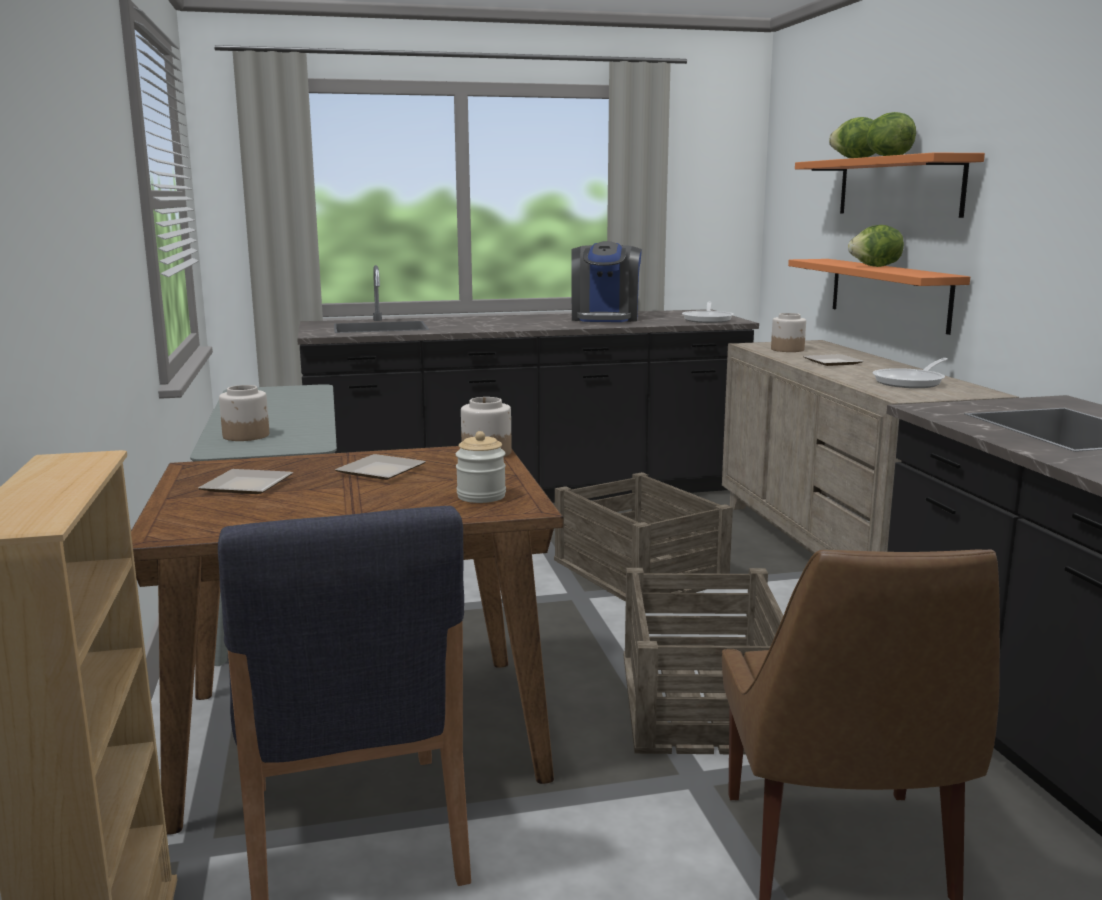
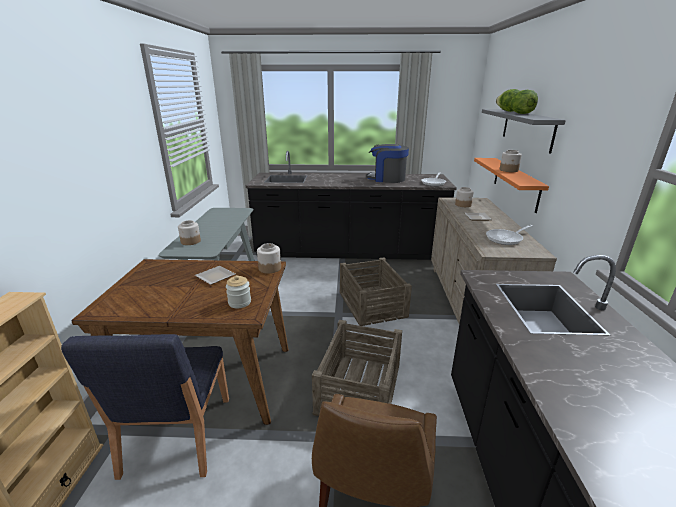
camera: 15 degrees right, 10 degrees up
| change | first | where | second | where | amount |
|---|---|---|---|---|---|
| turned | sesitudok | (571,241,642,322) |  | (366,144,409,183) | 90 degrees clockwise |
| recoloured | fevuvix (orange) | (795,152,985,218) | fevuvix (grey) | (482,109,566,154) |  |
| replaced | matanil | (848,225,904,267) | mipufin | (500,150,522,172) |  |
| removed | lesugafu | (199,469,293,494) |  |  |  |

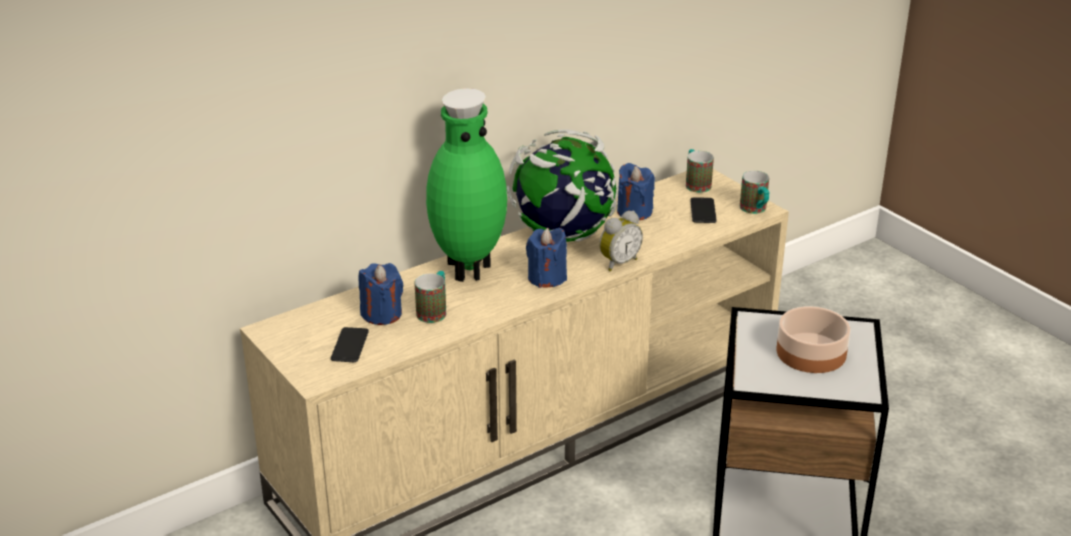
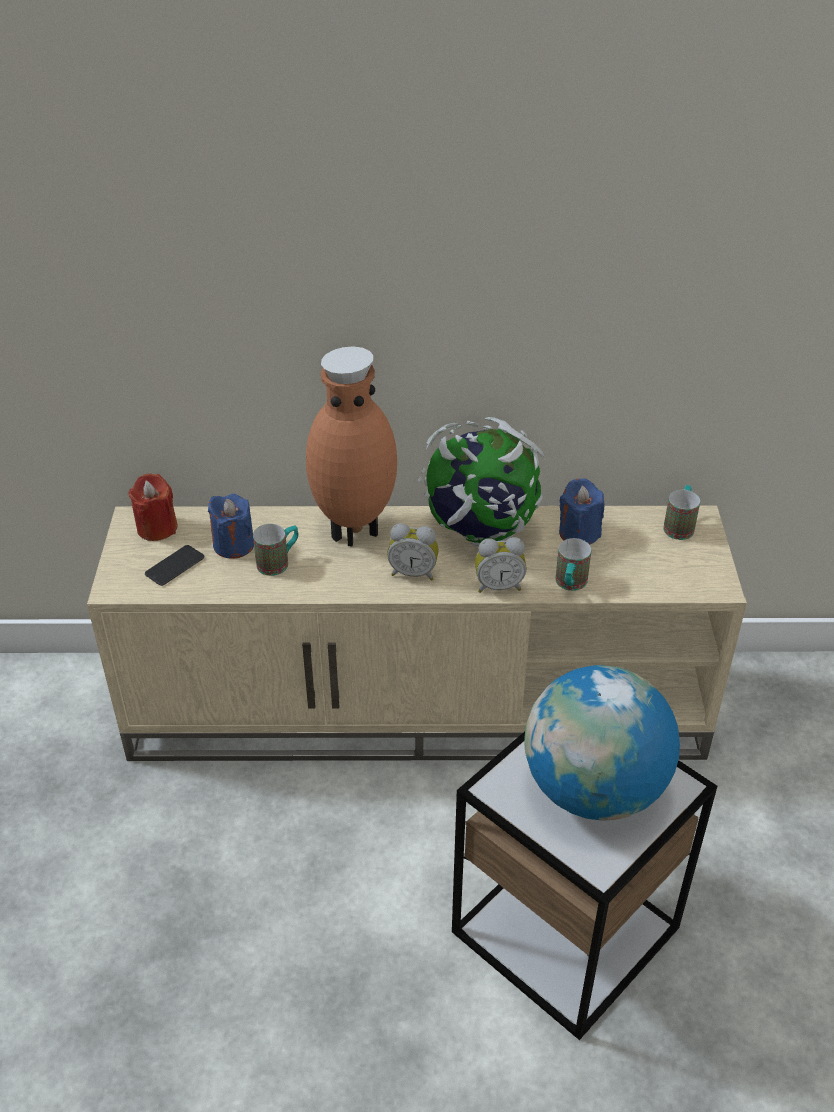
camera: 35 degrees right, 10 degrees up
| change | first | where | second | where | amount |
|---|---|---|---|---|---|
| added |  |  | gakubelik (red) | (129,473,177,541) |  |
| recoloured | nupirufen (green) | (426,88,507,282) | nupirufen (brown) | (306,346,397,547) |  |
| replaced | gakubelik (blue) | (526,228,567,288) | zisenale | (387,523,439,581) |  |
| replaced | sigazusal | (776,306,850,373) | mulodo | (524,665,680,821) |  |
| moved | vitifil | (740,171,770,214) |  | (555,538,591,591) |  |
| removed | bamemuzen | (690,197,716,223) |  |  |  |

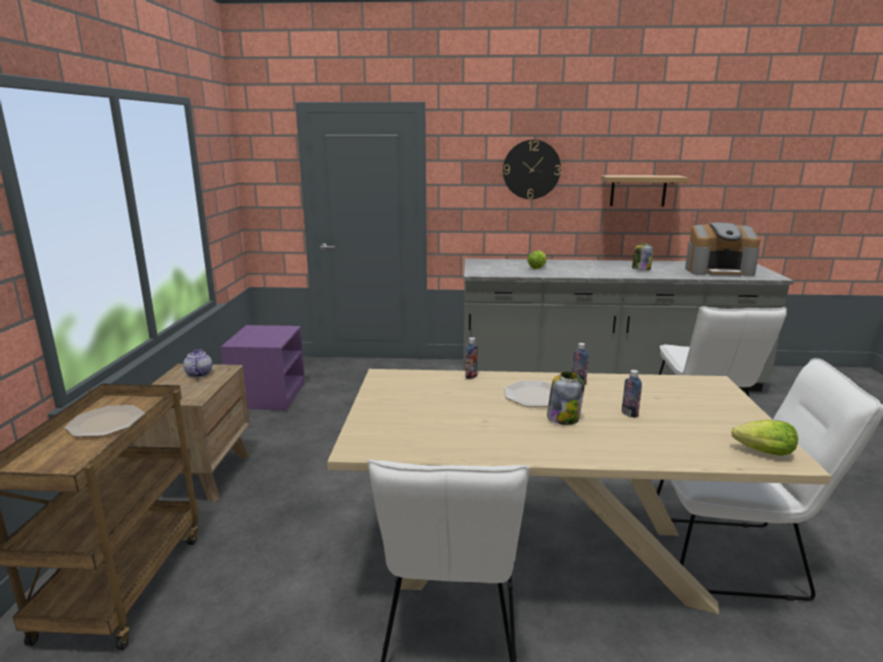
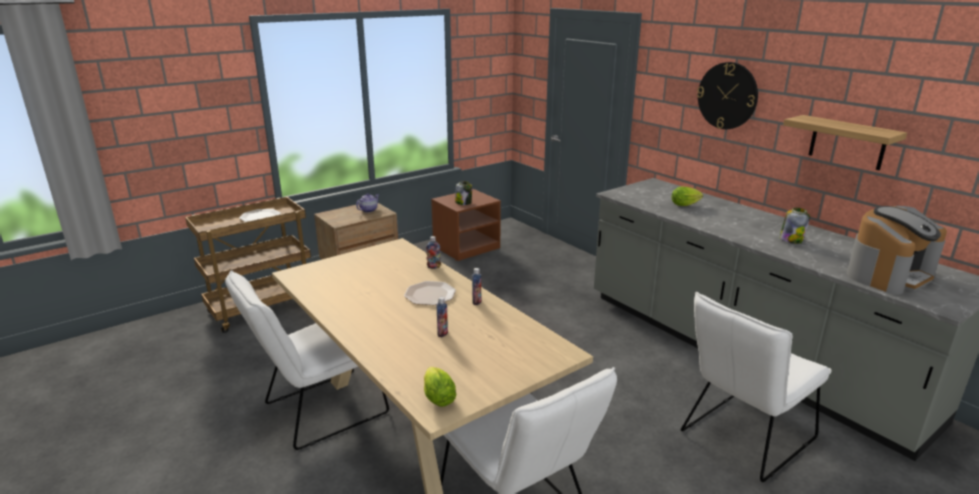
camera: 50 degrees right, 5 degrees up
| change | first | where | second | where | amount |
|---|---|---|---|---|---|
| recoloured | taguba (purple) | (221,325,305,411) | taguba (brown) | (431,189,501,261) |  |
| moved | mipufin | (547,372,585,425) |  | (455,181,472,205) |  |
| turned | sesitudok | (685,223,760,277) |  | (846,206,947,294) | 90 degrees counterclockwise |

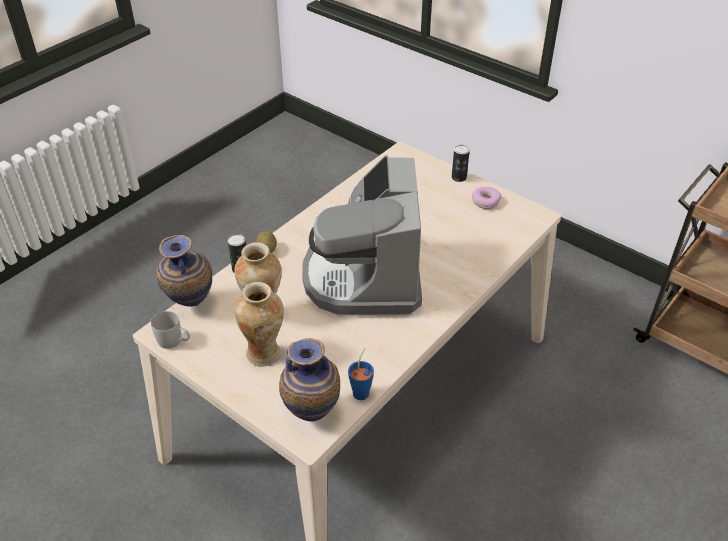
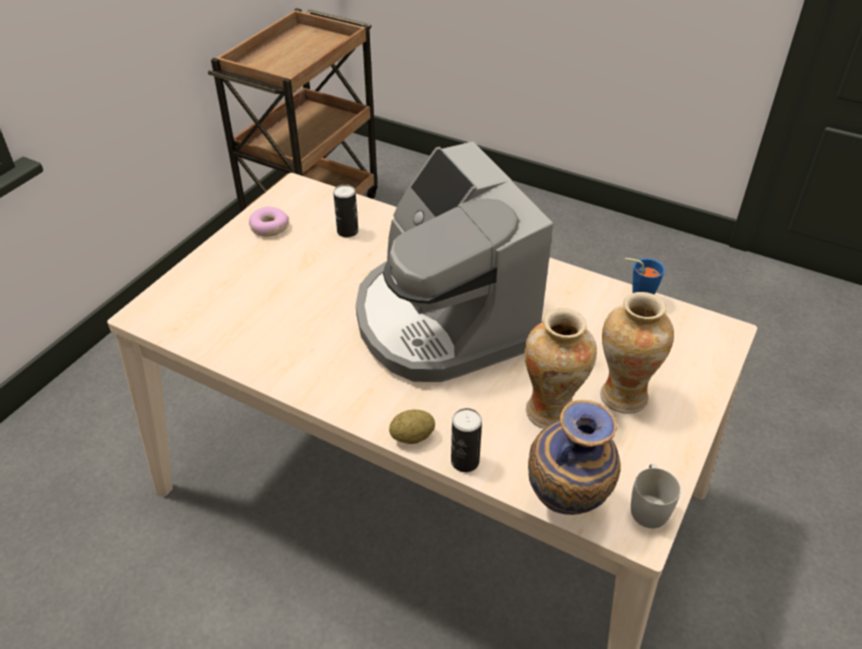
camera: 100 degrees left, 0 degrees up
| change | first | where | second | where | amount |
|---|---|---|---|---|---|
| moved | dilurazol | (452,145,470,182) |  | (333,184,358,237) |  |
| turned | sesitudok | (302,156,422,315) |  | (356,142,553,382) | 75 degrees clockwise |
| removed | nupirufen | (279,338,340,422) |  |  |  |

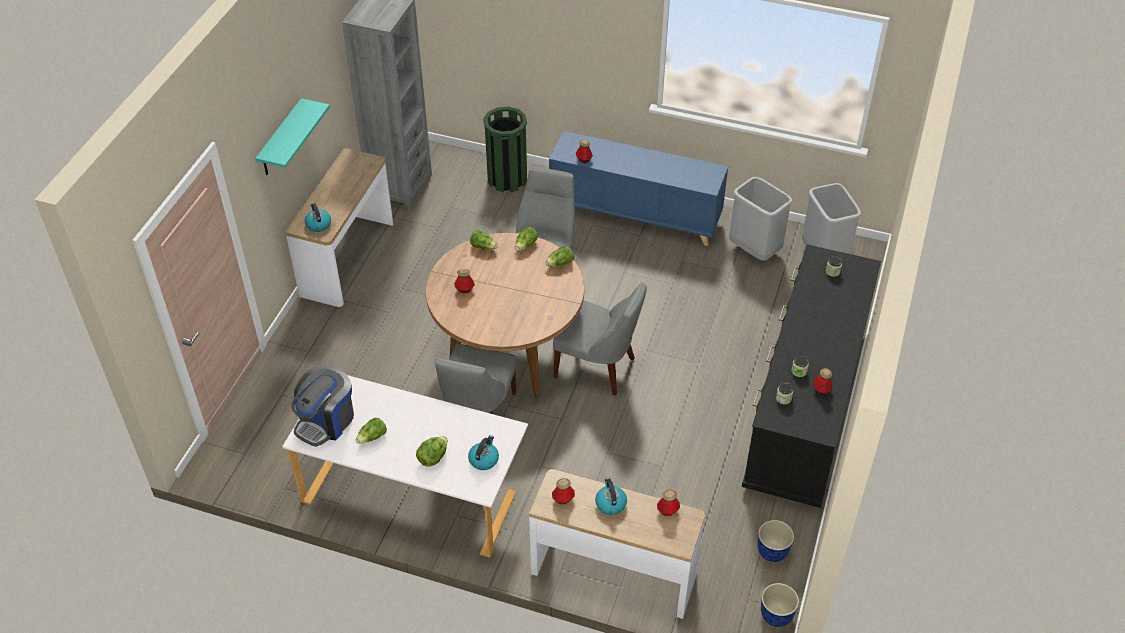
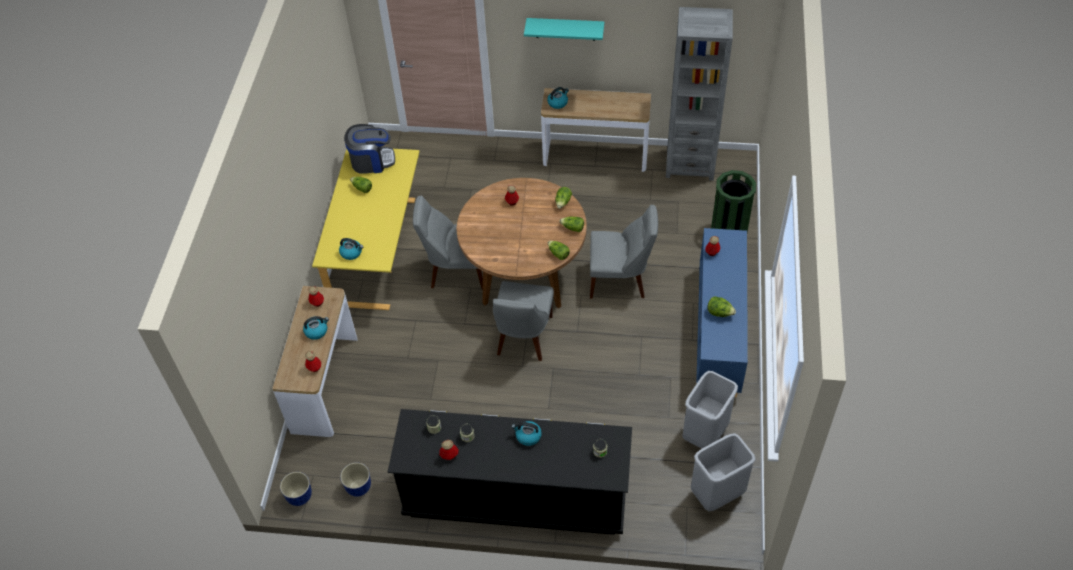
camera: 80 degrees right, 5 degrees up
| change | first | where | second | where | amount |
|---|---|---|---|---|---|
| recoloured | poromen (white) | (282,375,528,558) | poromen (yellow) | (312,149,420,310) |  |
| turned | sesitudok | (291,365,354,447) |  | (344,124,395,174) | 150 degrees clockwise |
| added |  |  | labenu | (512,421,542,446) |  |
| moved | matanil | (416,436,447,467) |  | (707,296,736,317) |  |

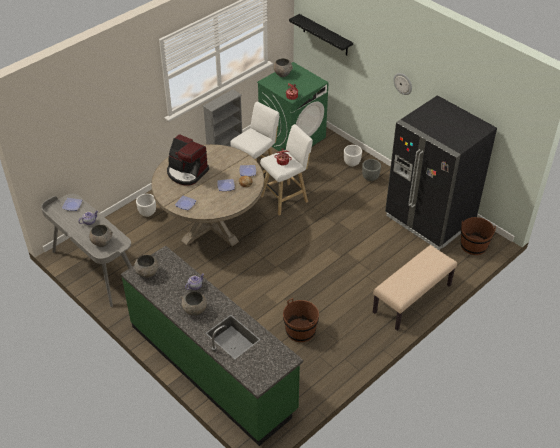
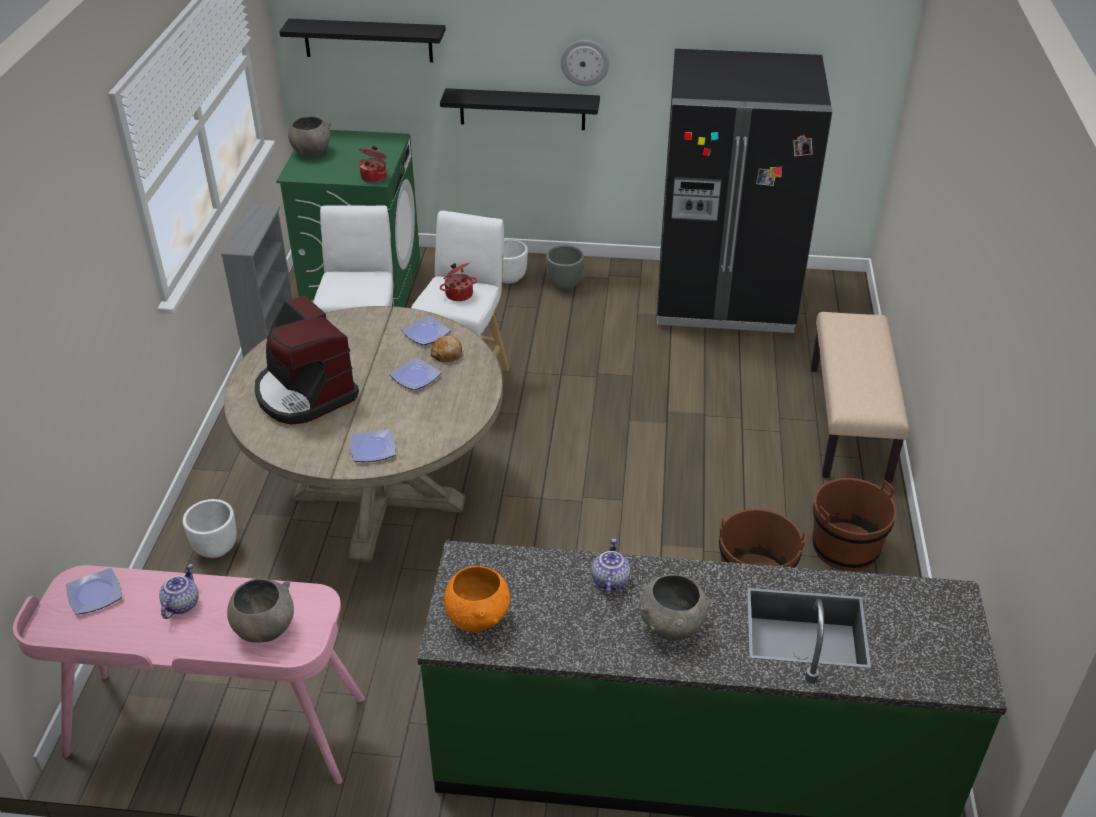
camera: 40 degrees left, 5 degrees down
| change | first | where | second | where | amount |
|---|---|---|---|---|---|
| recoloured | poromen (grey) | (41,194,132,307) | poromen (pink) | (13,565,365,784) |  |
| turned | sesitudok | (167,134,209,186) |  | (255,295,359,425) | 60 degrees clockwise |
| added |  |  | fevuvix (black) | (440,88,600,130) |  |
| recoloured | sigazusal (grey) | (134,255,158,278) | sigazusal (orange) | (444,566,510,632) |  |
| moved | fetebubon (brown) | (460,217,496,255) |  | (813,478,896,571) |  |

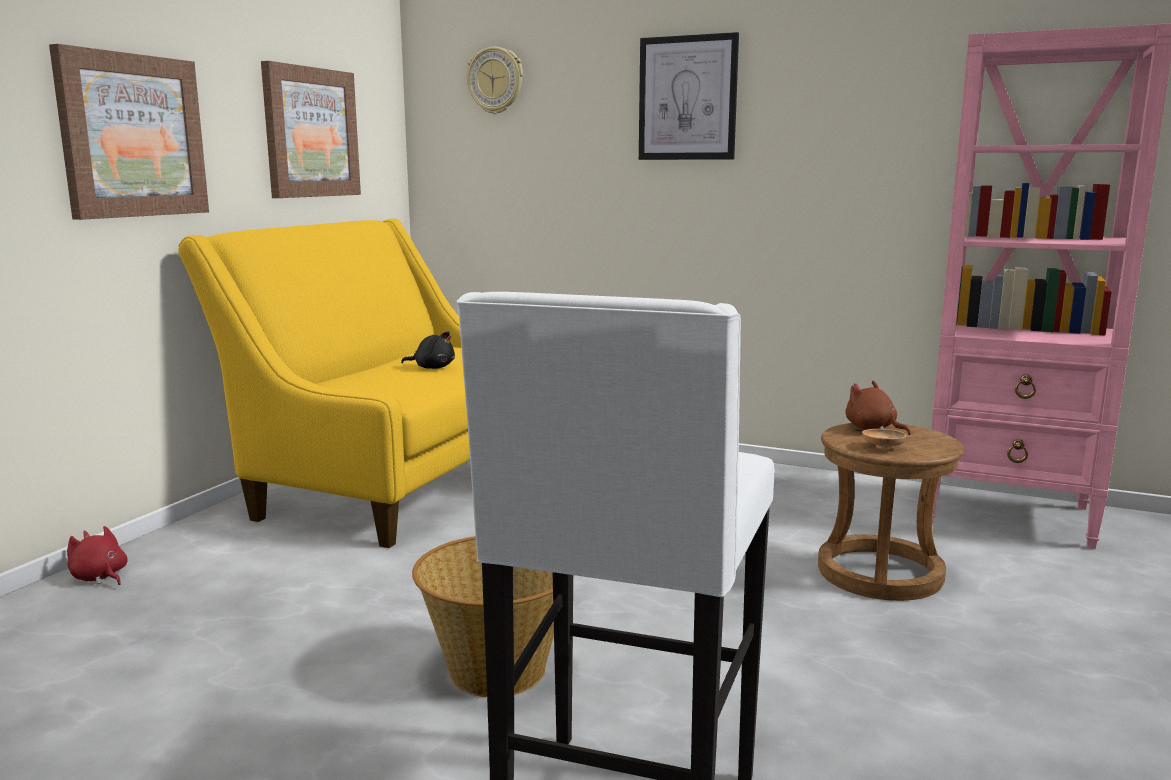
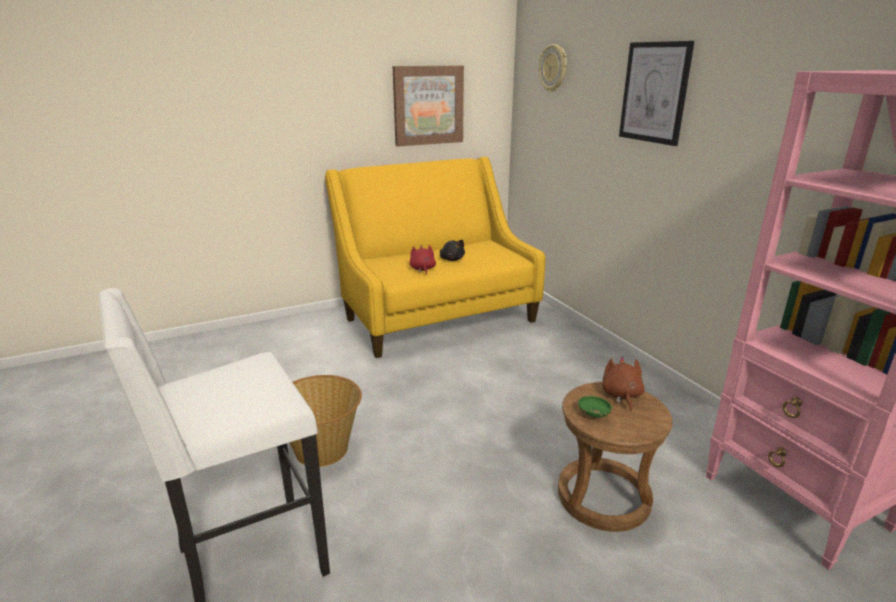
camera: 40 degrees right, 10 degrees up
| change | first | where | second | where | amount |
|---|---|---|---|---|---|
| moved | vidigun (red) | (67,526,127,585) |  | (409,245,436,275) |  |
| recoloured | sigazusal (brown) | (862,429,906,449) | sigazusal (green) | (578,396,612,418) |  |
| removed | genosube | (49,44,209,220) |  |  |  |

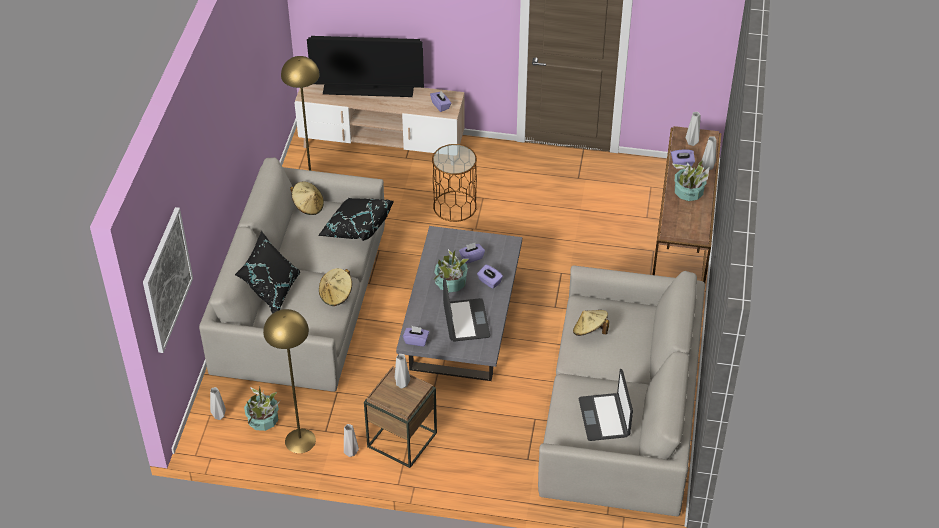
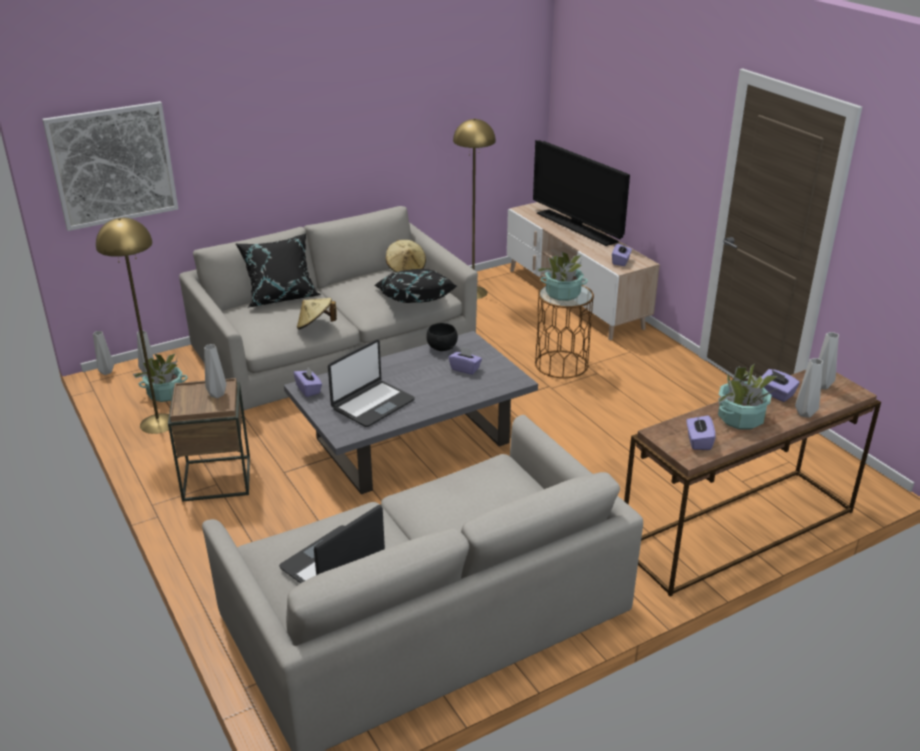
camera: 50 degrees right, 15 degrees down
| change | first | where | second | where | amount |
|---|---|---|---|---|---|
| moved | nupirufen (grey) | (344,424,359,457) |  | (93,331,114,375) |  |
| added |  |  | sigazusal (black) | (426,323,458,351) |  |
| moved | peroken | (433,249,468,292) |  | (537,252,588,301) |  |
| moved | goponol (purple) | (477,264,503,289) |  | (686,415,716,450) |  |
| removed | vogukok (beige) | (573,310,609,336) |  |  |  |

